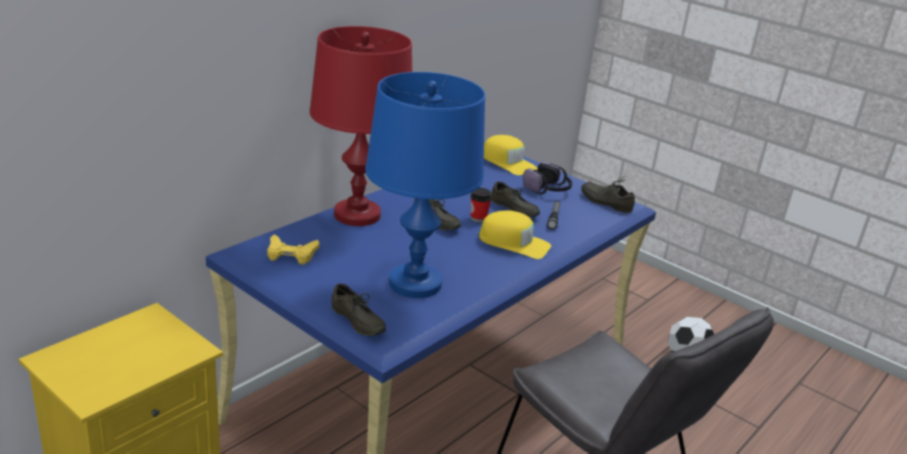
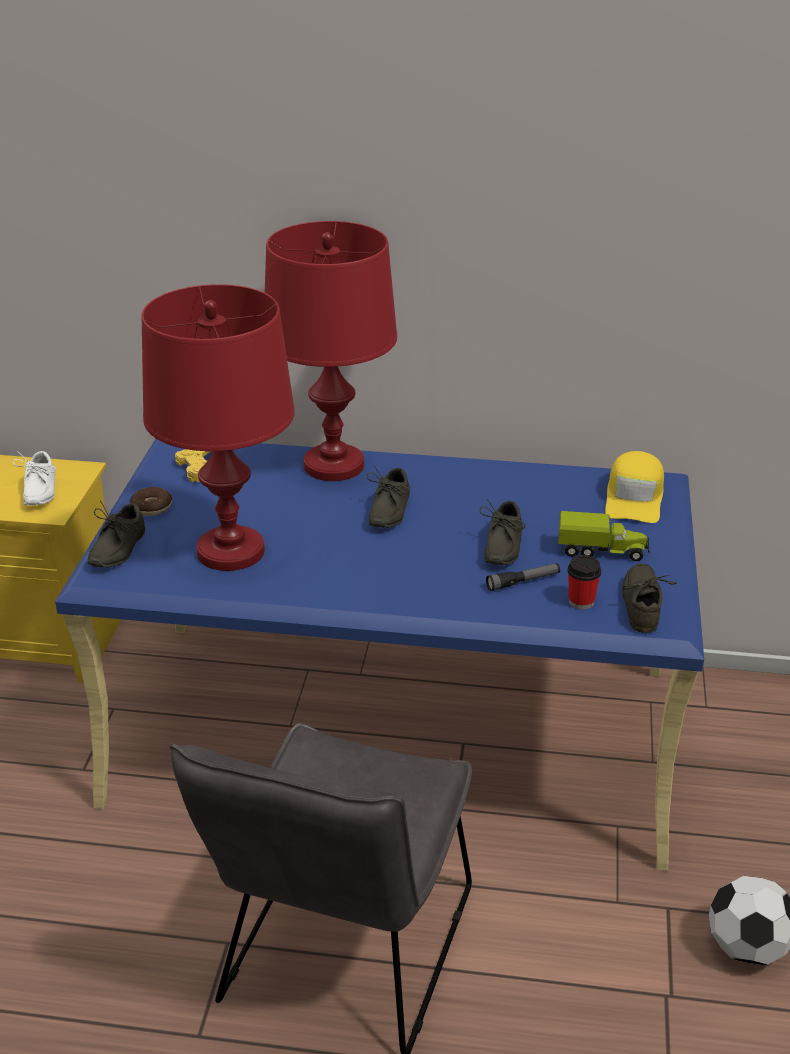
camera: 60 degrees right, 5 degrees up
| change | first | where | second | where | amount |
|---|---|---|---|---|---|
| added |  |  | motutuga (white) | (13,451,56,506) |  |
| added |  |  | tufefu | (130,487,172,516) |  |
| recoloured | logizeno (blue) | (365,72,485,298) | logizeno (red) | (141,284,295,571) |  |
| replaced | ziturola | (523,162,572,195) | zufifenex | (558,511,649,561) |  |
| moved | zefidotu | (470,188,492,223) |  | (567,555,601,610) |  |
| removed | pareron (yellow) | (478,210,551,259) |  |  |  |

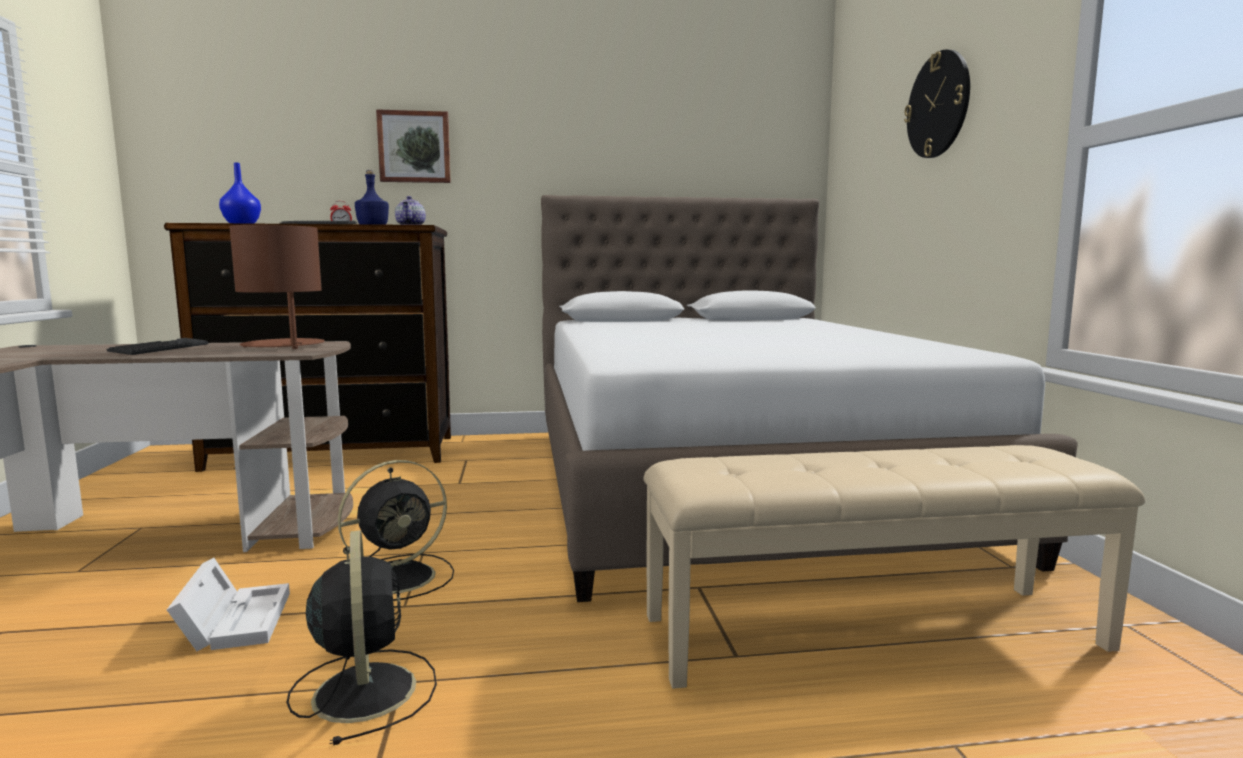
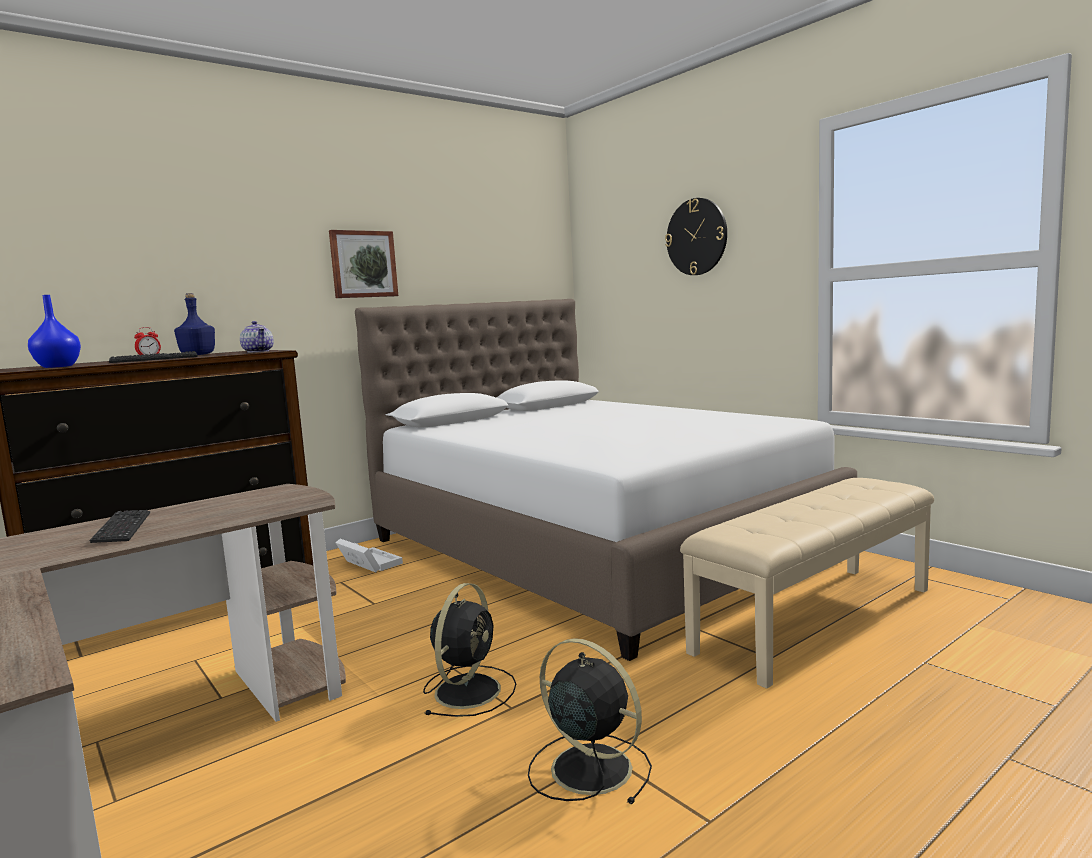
camera: 30 degrees left, 0 degrees up
| change | first | where | second | where | amount |
|---|---|---|---|---|---|
| moved | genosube | (376,109,451,183) |  | (329,230,398,298) |  |
| moved | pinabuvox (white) | (167,558,290,651) |  | (335,539,403,573) |  |
| removed | logizeno (brown) | (229,225,325,349) |  |  |  |

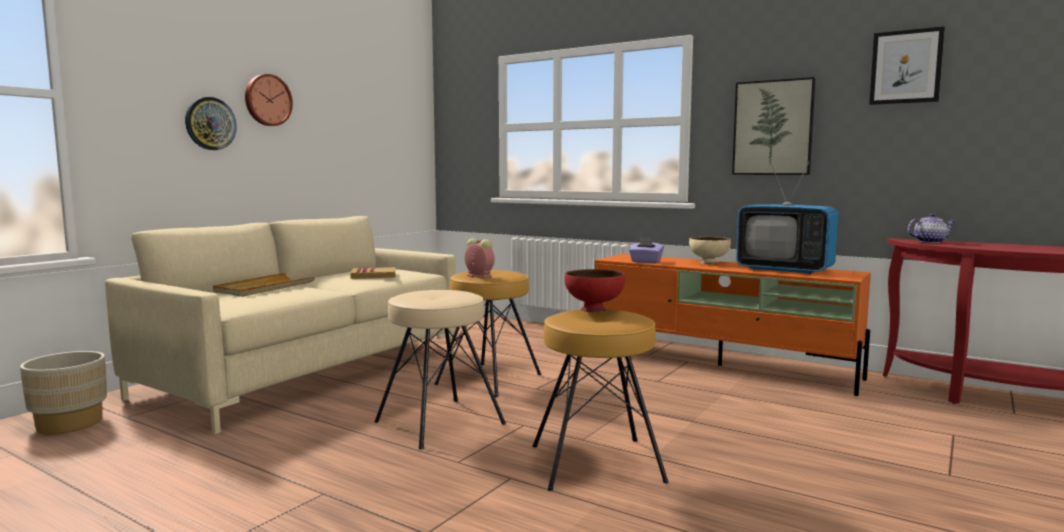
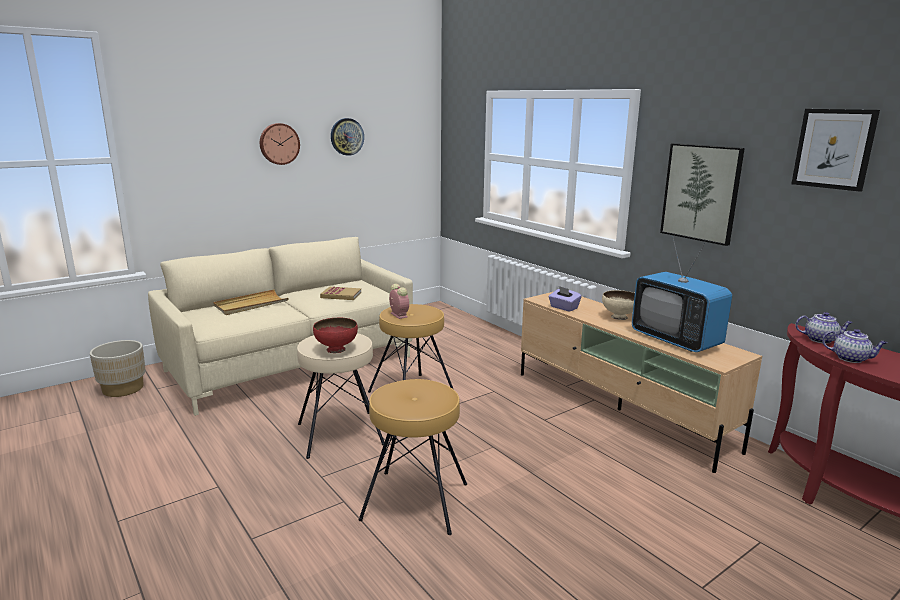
camera: 20 degrees right, 10 degrees up
| change | first | where | second | where | amount |
|---|---|---|---|---|---|
| moved | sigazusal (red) | (564,269,625,312) |  | (313,318,358,353) |  |
| moved | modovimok | (185,97,237,150) |  | (331,118,364,156) |  |
| recoloured | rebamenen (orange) | (594,254,871,396) | rebamenen (beige) | (521,292,762,473) |  |
| added |  |  | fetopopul | (822,329,888,363) |  |

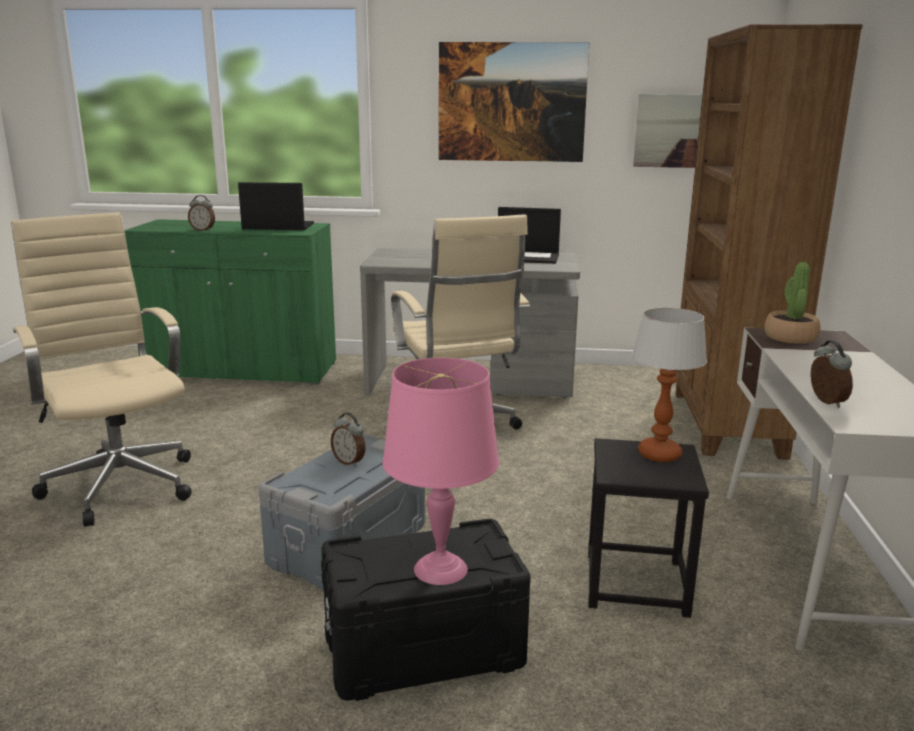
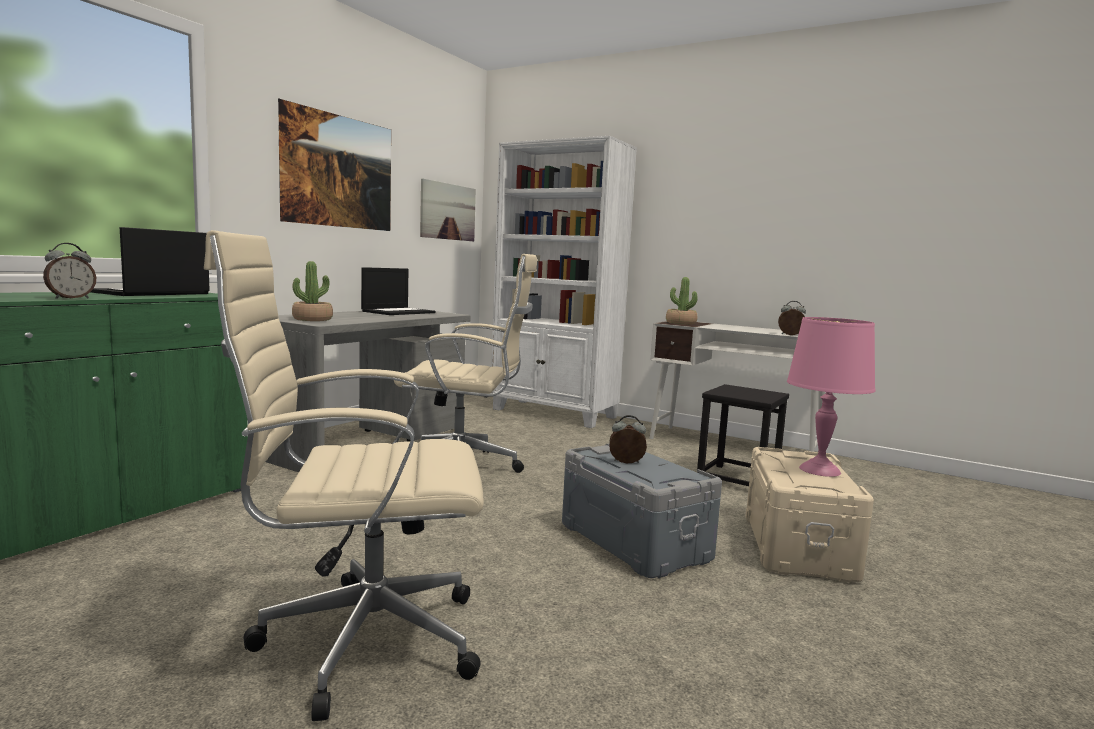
camera: 65 degrees left, 10 degrees down
| change | first | where | second | where | amount |
|---|---|---|---|---|---|
| added |  |  | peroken | (292,261,333,321) |  |
| recoloured | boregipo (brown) | (674,24,863,460) | boregipo (white) | (491,136,637,428) |  |
| turned | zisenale | (331,413,366,467) |  | (609,415,647,463) | 150 degrees counterclockwise |
| recoloured | pinabuvox (black) | (321,518,530,701) | pinabuvox (beige) | (745,447,874,583) |  |
| removed | logizeno | (632,308,707,462) |  |  |  |

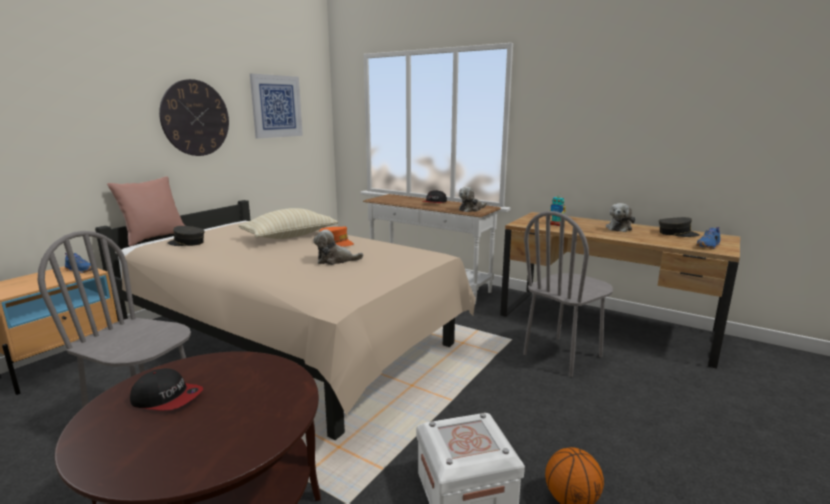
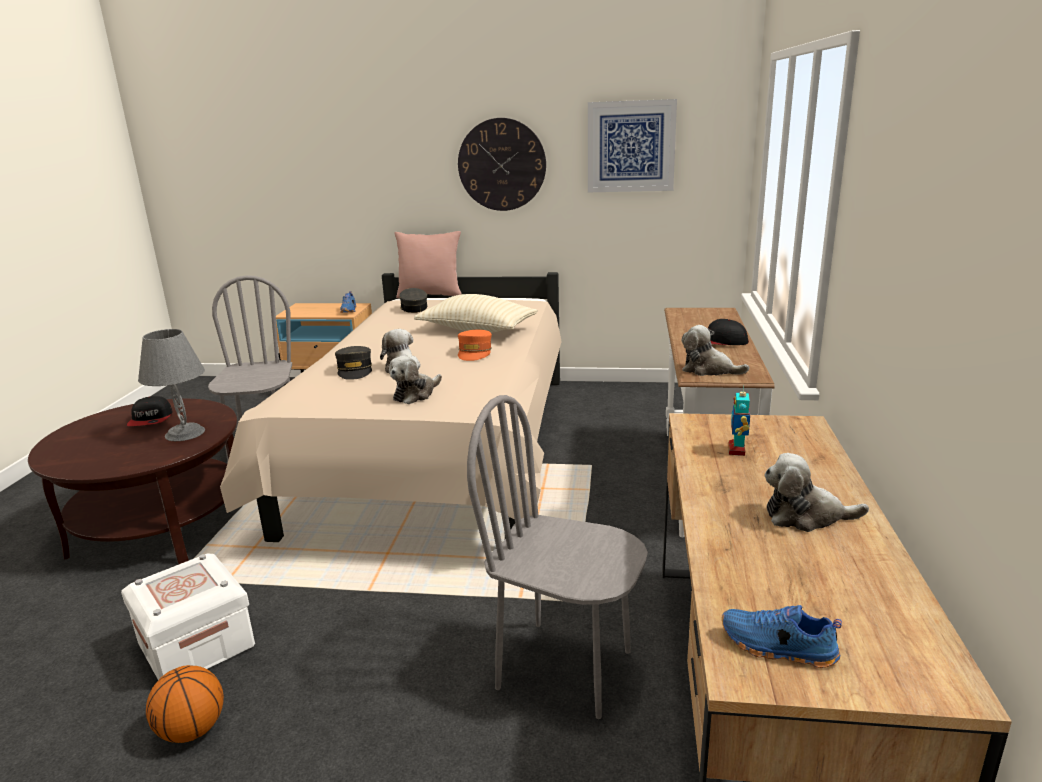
camera: 65 degrees right, 5 degrees up
| change | first | where | second | where | amount |
|---|---|---|---|---|---|
| added |  |  | logizeno (grey) | (138,329,205,441) |  |
| moved | pareron (grey) | (659,217,699,237) |  | (335,346,372,380) |  |
| added |  |  | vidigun | (389,356,442,404) |  |

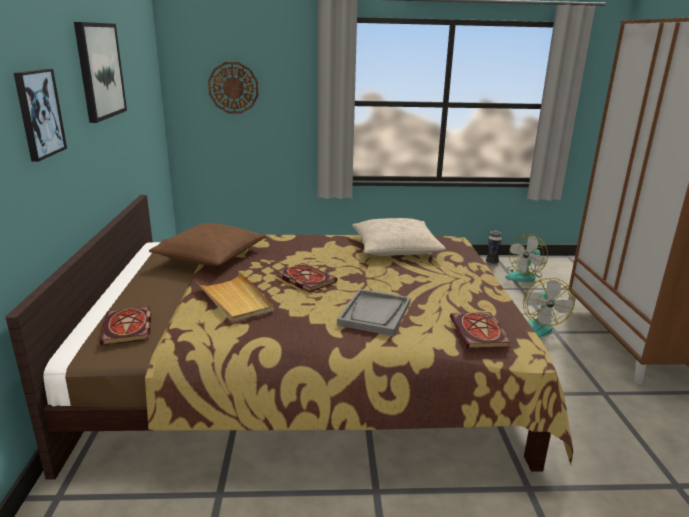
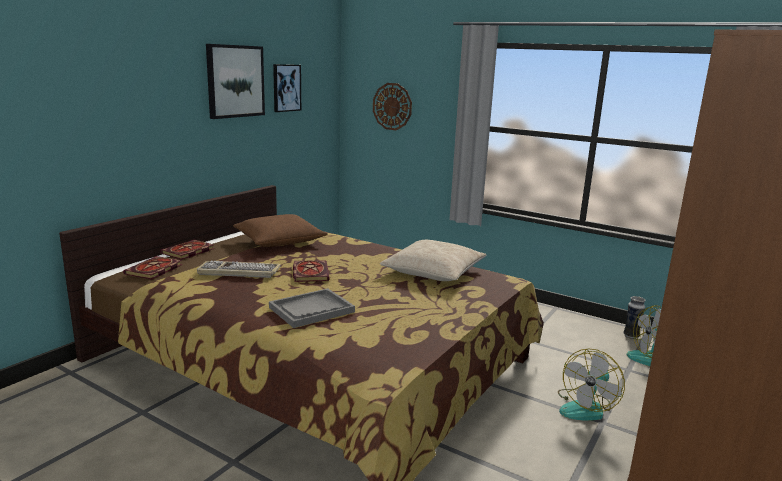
camera: 35 degrees right, 5 degrees down
| change | first | where | second | where | amount |
|---|---|---|---|---|---|
| moved | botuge | (450,312,511,349) |  | (160,240,215,260) |  |
| replaced | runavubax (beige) | (197,272,274,322) | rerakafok | (197,261,281,278) |  |
| moved | genosube | (14,69,67,162) |  | (273,64,301,112) |  |

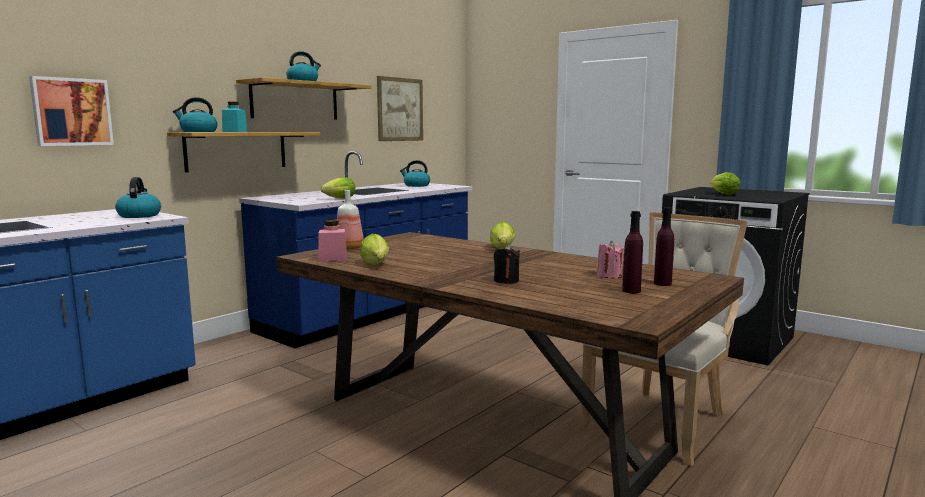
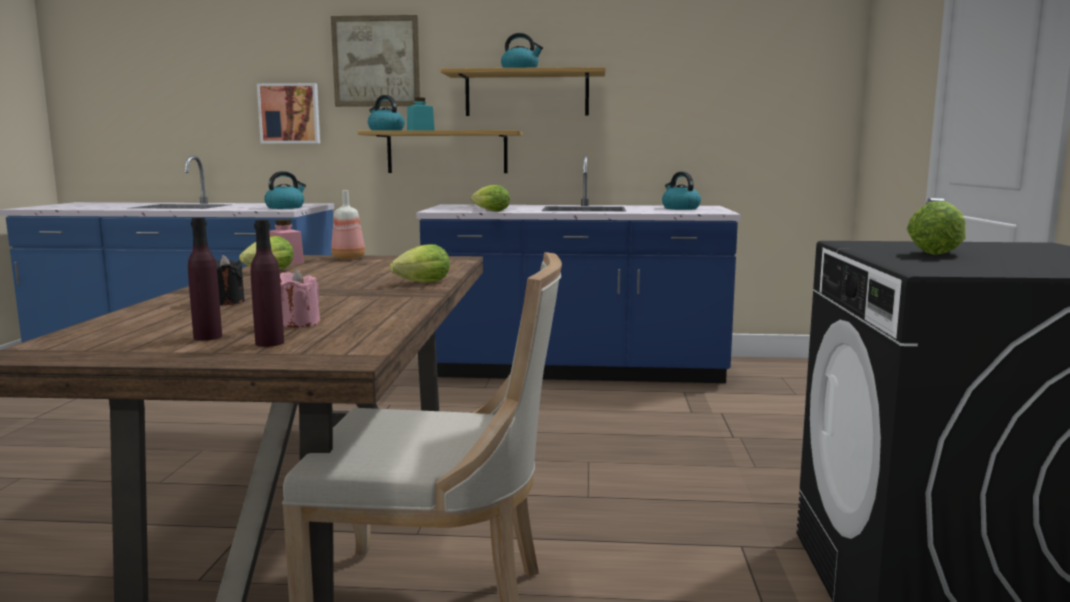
camera: 55 degrees right, 0 degrees up
| change | first | where | second | where | amount |
|---|---|---|---|---|---|
| moved | genosube | (377,76,423,141) |  | (331,15,420,107) |  |

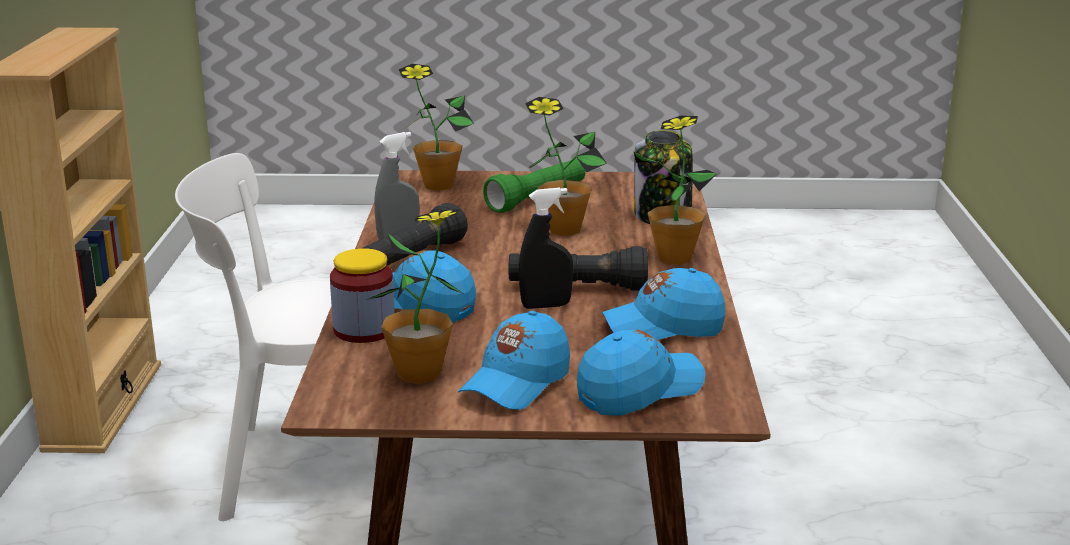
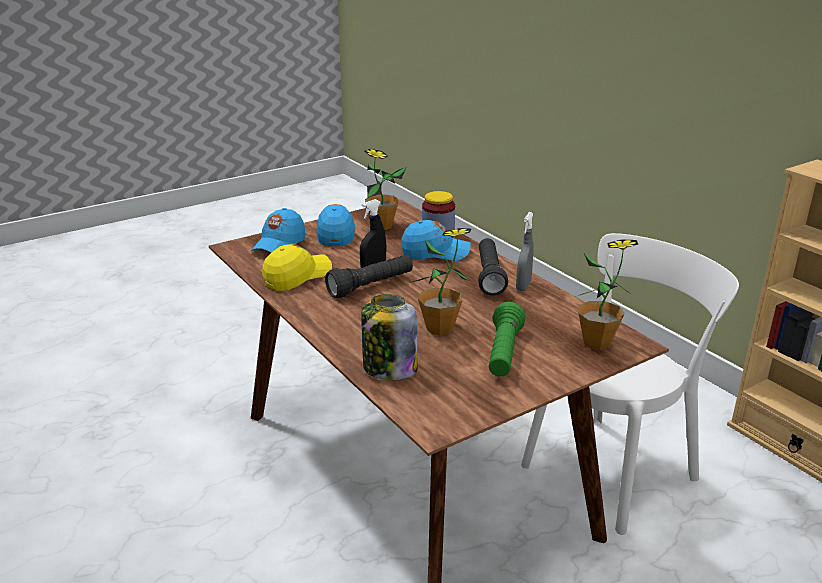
camera: 145 degrees right, 5 degrees up
| change | first | where | second | where | amount |
|---|---|---|---|---|---|
| recoloured | pareron (blue) | (602,268,725,340) | pareron (yellow) | (262,244,332,291) |  |
| removed | peroken | (633,115,717,265) |  |  |  |

